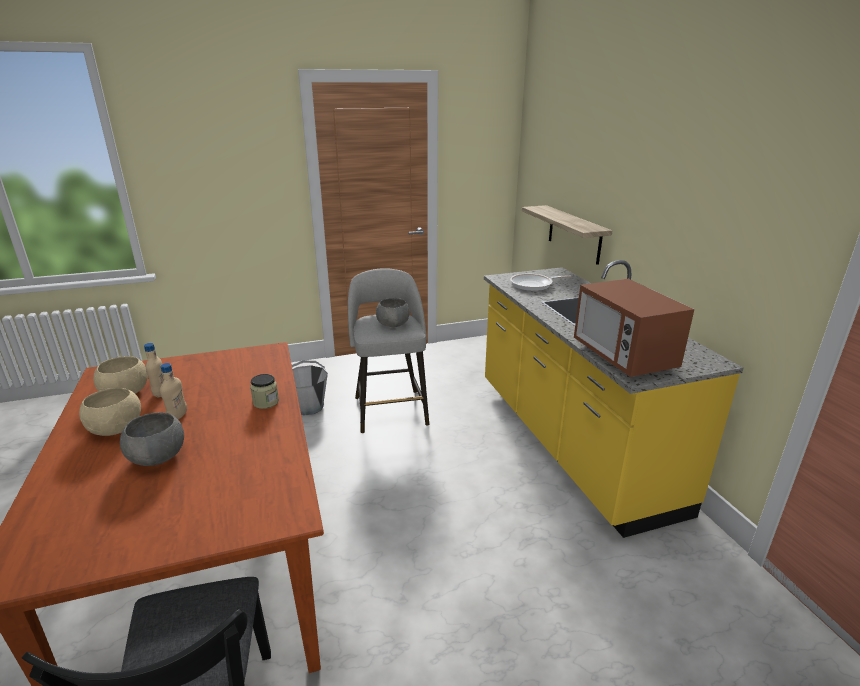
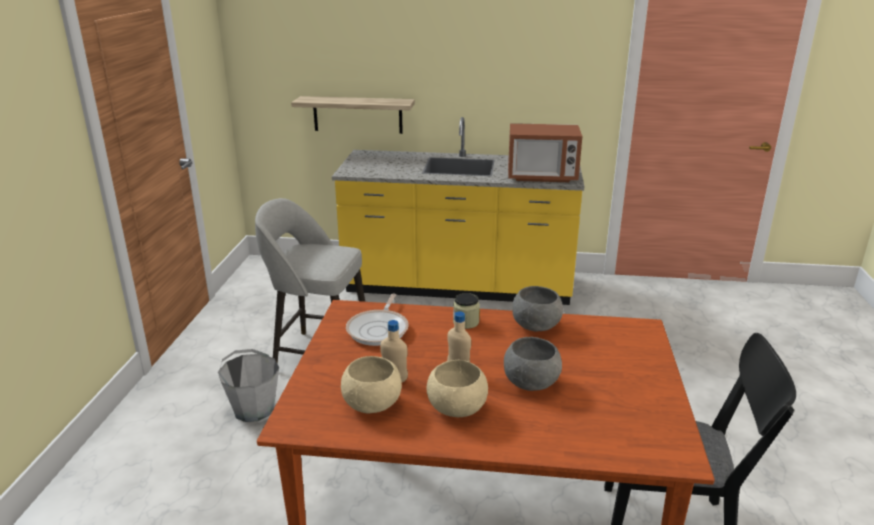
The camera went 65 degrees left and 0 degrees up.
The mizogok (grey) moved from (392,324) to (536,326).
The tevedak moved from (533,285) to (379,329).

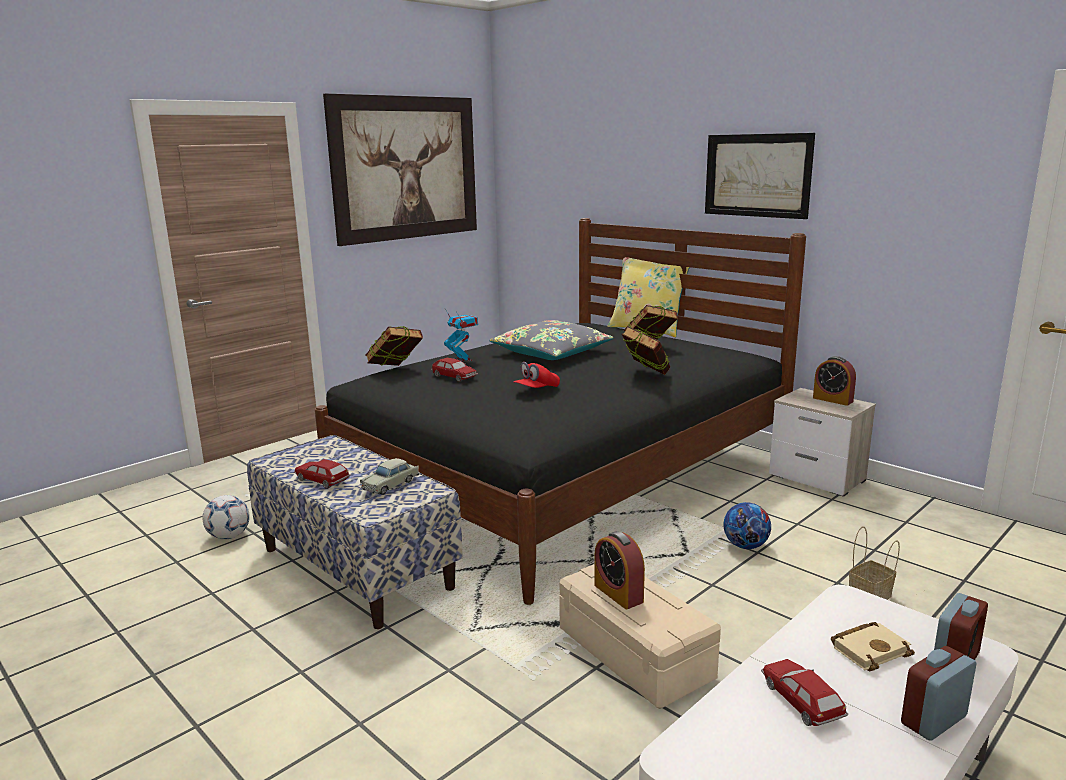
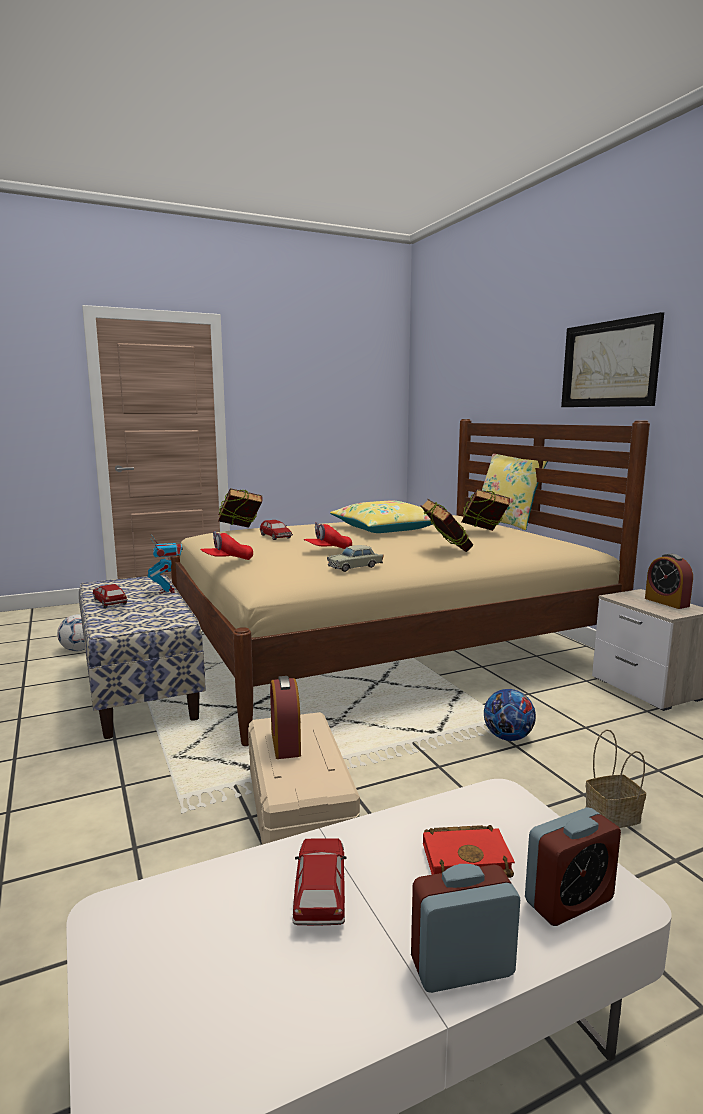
The camera went 20 degrees right and 5 degrees down.
The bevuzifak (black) at (564,476) became the bevuzifak (beige) at (384,648).
The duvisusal at (406,168) disappeared.
The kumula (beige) moved from (391,484) to (355,567).
The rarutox moved from (462,360) to (167,591).
The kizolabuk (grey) at (551,353) became the kizolabuk (yellow) at (385,529).
The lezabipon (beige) at (870,649) became the lezabipon (red) at (467,857).
The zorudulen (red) at (227,561) appeared.

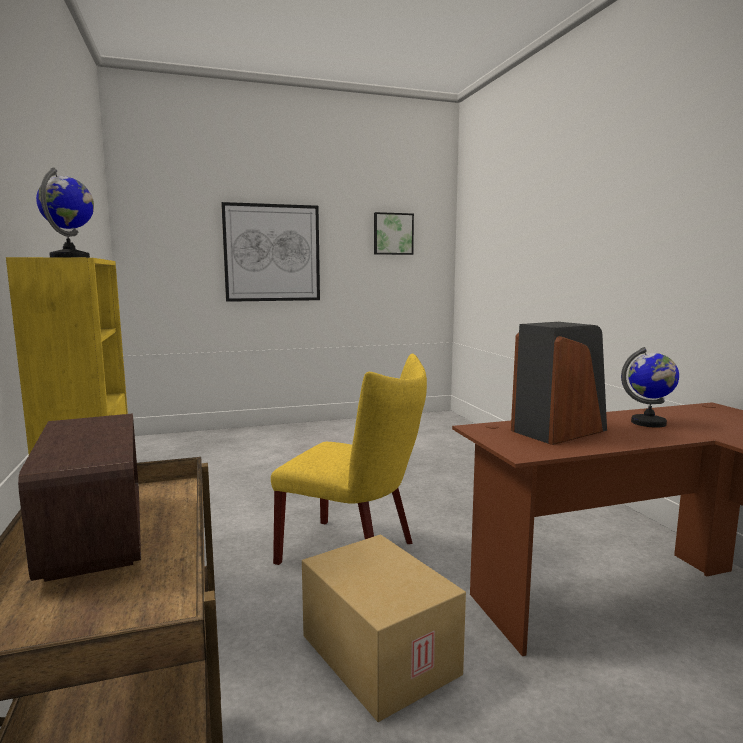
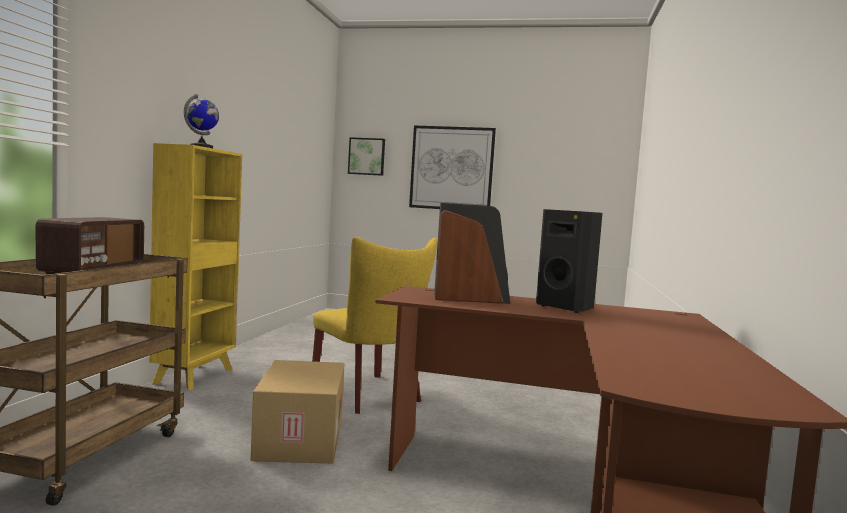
The camera went 30 degrees right and 5 degrees down.
The duvisusal moved from (393,234) to (367,156).
The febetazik at (649,423) was replaced by the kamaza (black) at (566,308).

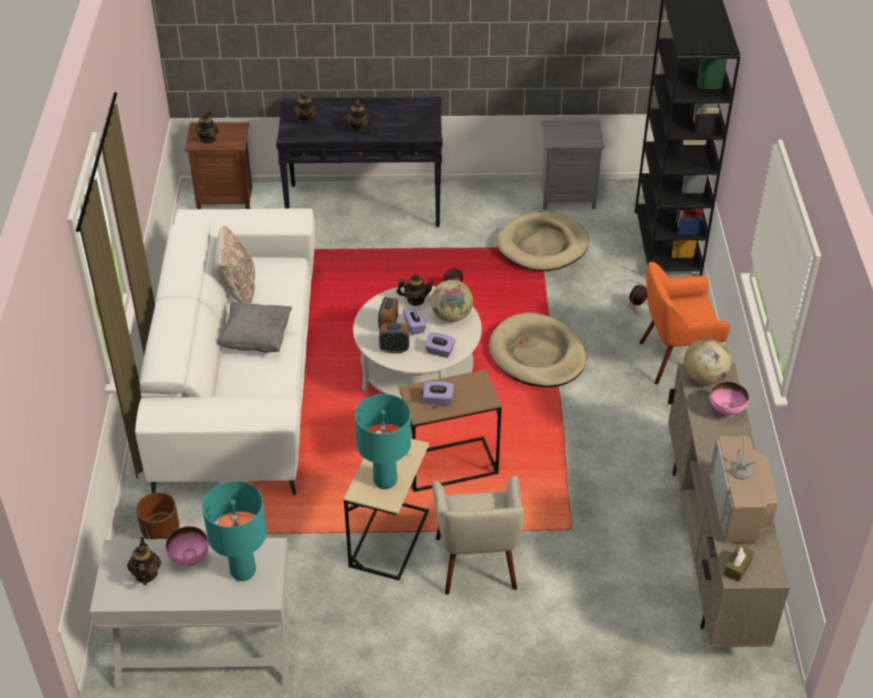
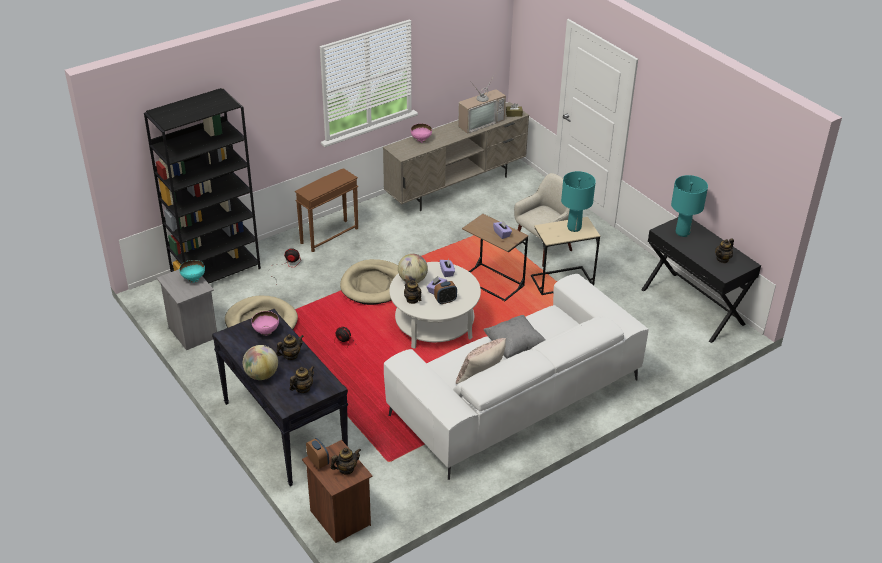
The camera went 125 degrees left and 5 degrees down.
The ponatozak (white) at (206,653) became the ponatozak (black) at (693,306).
The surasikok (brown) at (160,530) disappeared.
The mizogok (pink) moved from (189,558) to (266,332).
The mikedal moved from (394,349) to (318,462).
The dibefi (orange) at (676,359) was replaced by the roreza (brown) at (329,235).
The febetazik moved from (704,377) to (261,375).
The mizogok (turquoise) at (193,279) appeared.

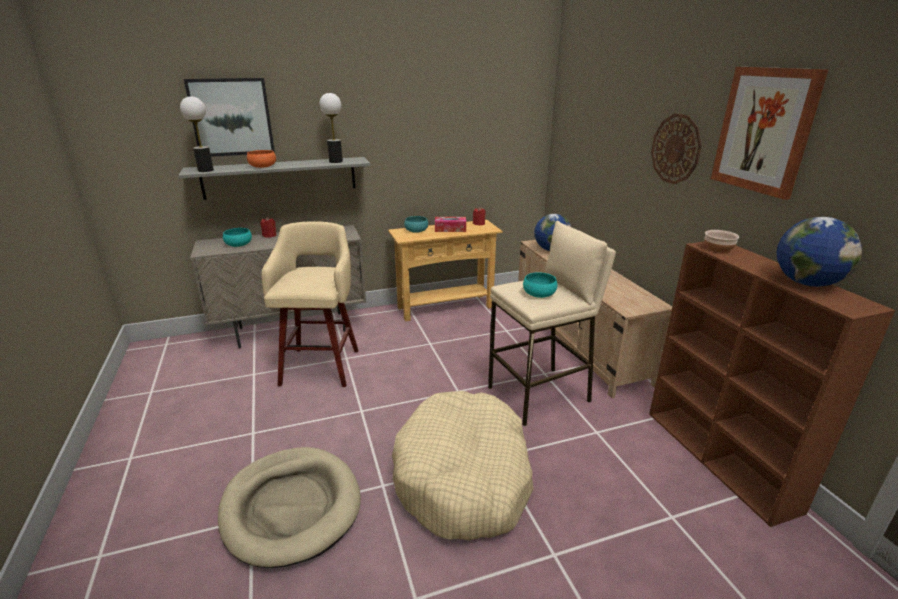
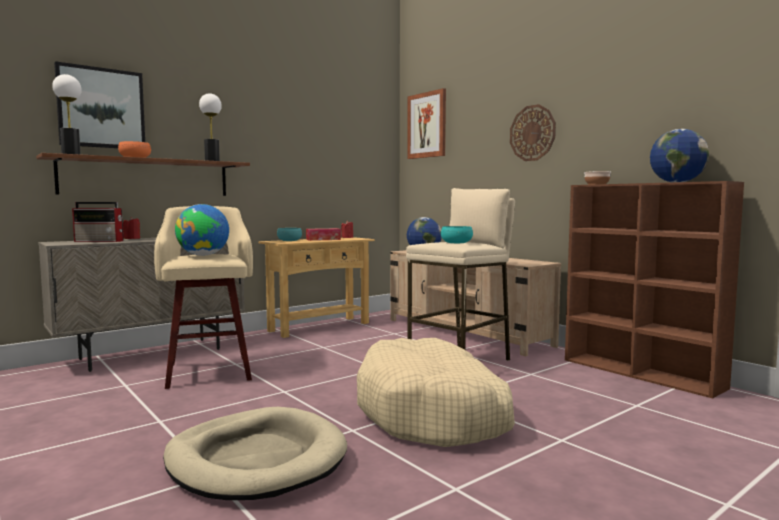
The camera went 20 degrees left and 20 degrees down.
The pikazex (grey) at (280,177) became the pikazex (brown) at (147,177).
The mizogok (turquoise) at (239,244) was replaced by the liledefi at (100,241).
The duvisusal moved from (764,130) to (427,125).
The febetazik at (203,255) appeared.

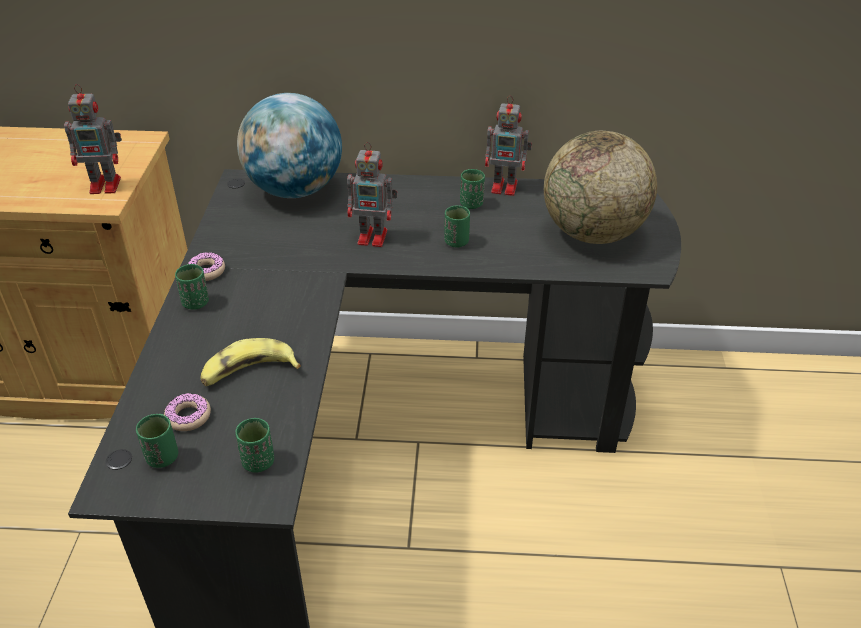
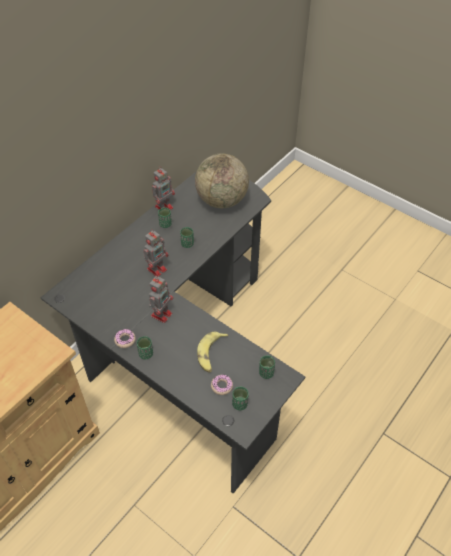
The camera went 55 degrees left and 10 degrees up.
The rarutox moved from (107,185) to (162,314).
The febetazik at (294,190) disappeared.

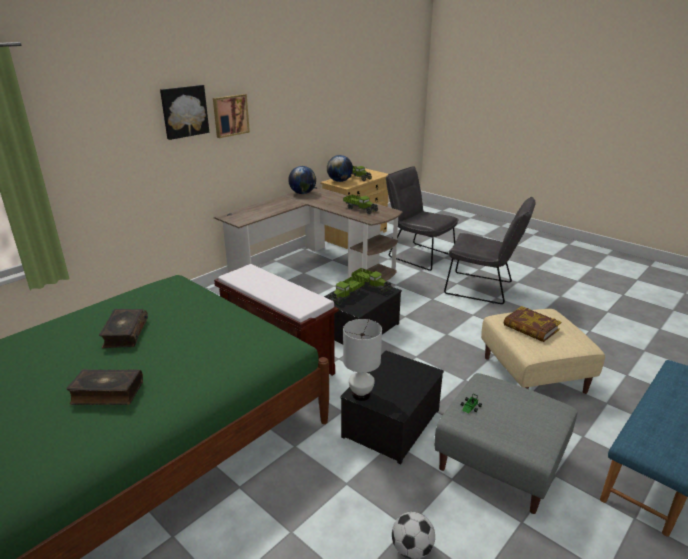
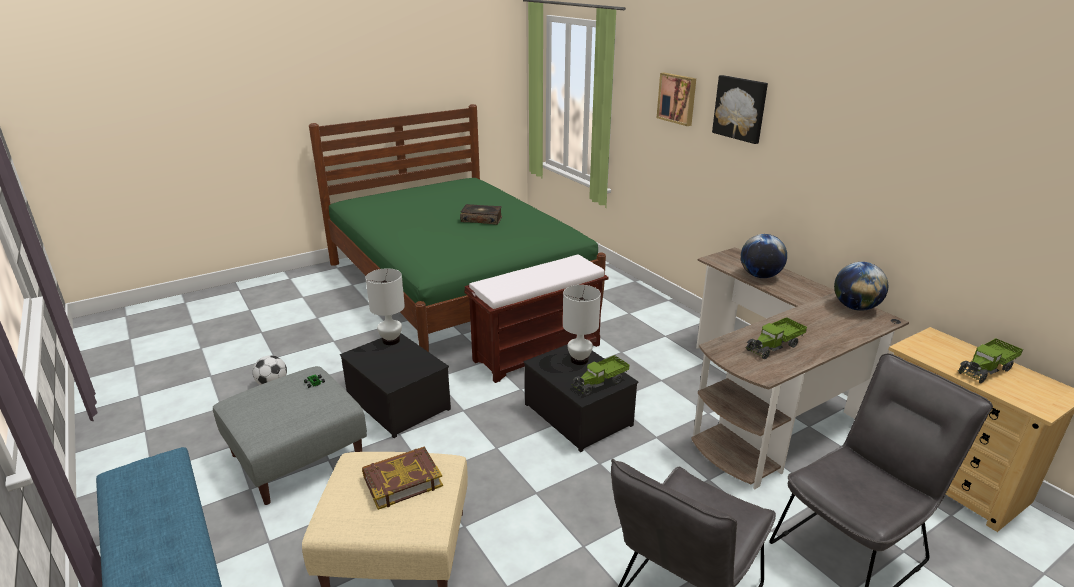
The camera went 105 degrees right and 0 degrees up.
The lezabipon at (107,393) disappeared.
The duvisusal moved from (230,115) to (677,98).
The febetazik moved from (339,181) to (760,276).
The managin at (346,296) was replaced by the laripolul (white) at (579,360).

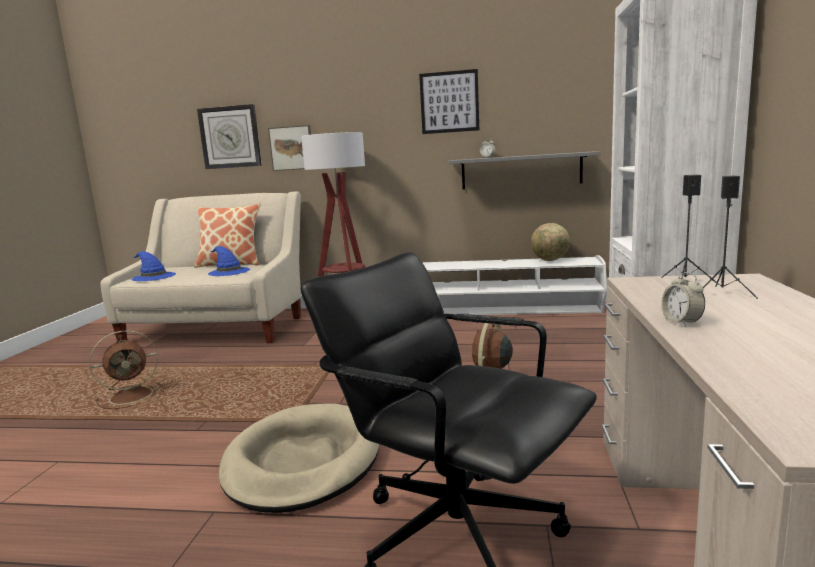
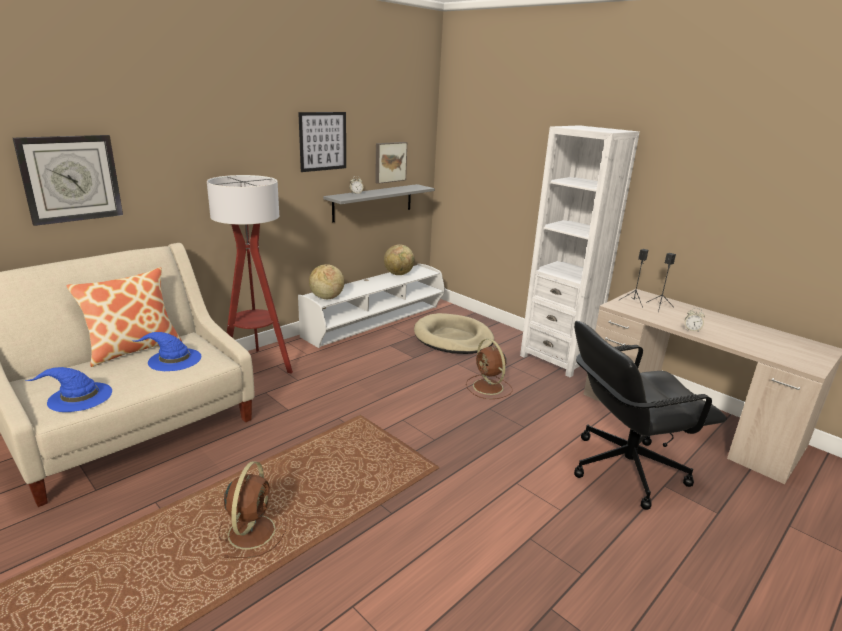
The camera went 55 degrees left and 10 degrees up.
The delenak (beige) moved from (302,462) to (453,338).
The duvisusal moved from (292,148) to (389,162).
The febetazik at (326,298) appeared.

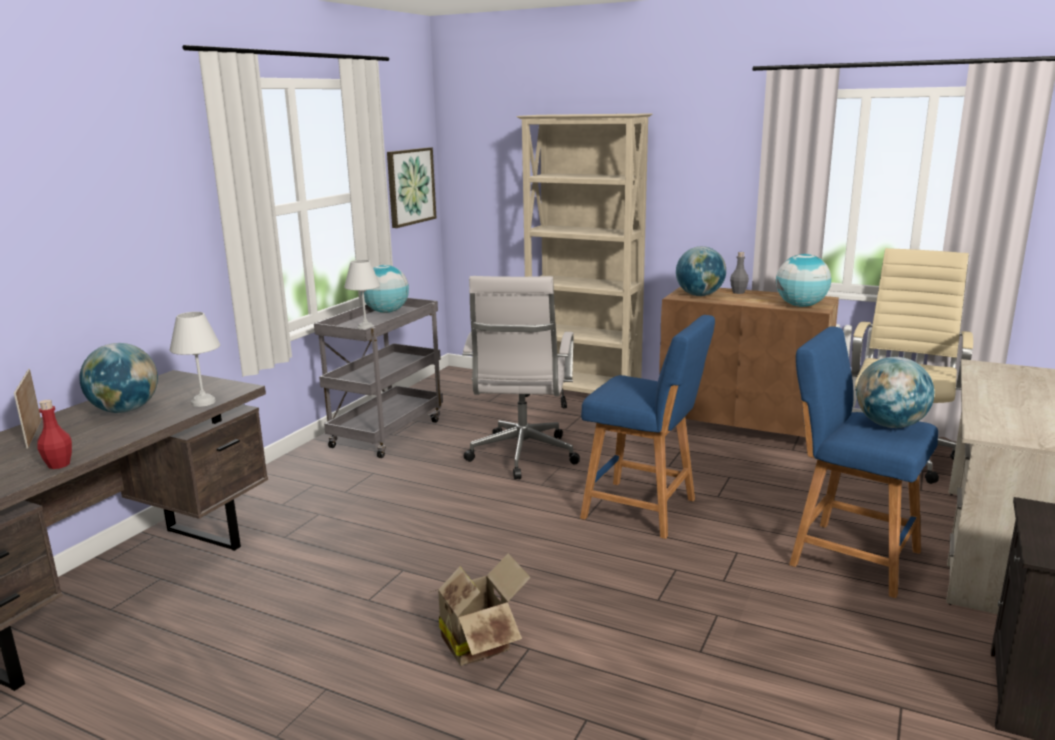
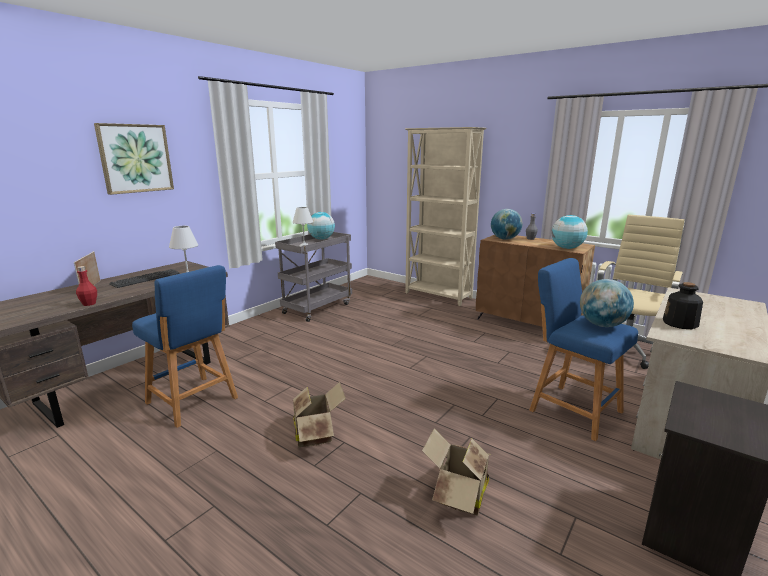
The camera went 10 degrees right and 0 degrees up.
The febetazik at (125,410) was replaced by the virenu at (145,279).
The duvisusal moved from (410,186) to (135,158).
The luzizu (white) at (522,457) disappeared.
The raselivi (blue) moved from (644,510) to (194,402).
The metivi at (457,496) appeared.
The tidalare at (680,323) appeared.

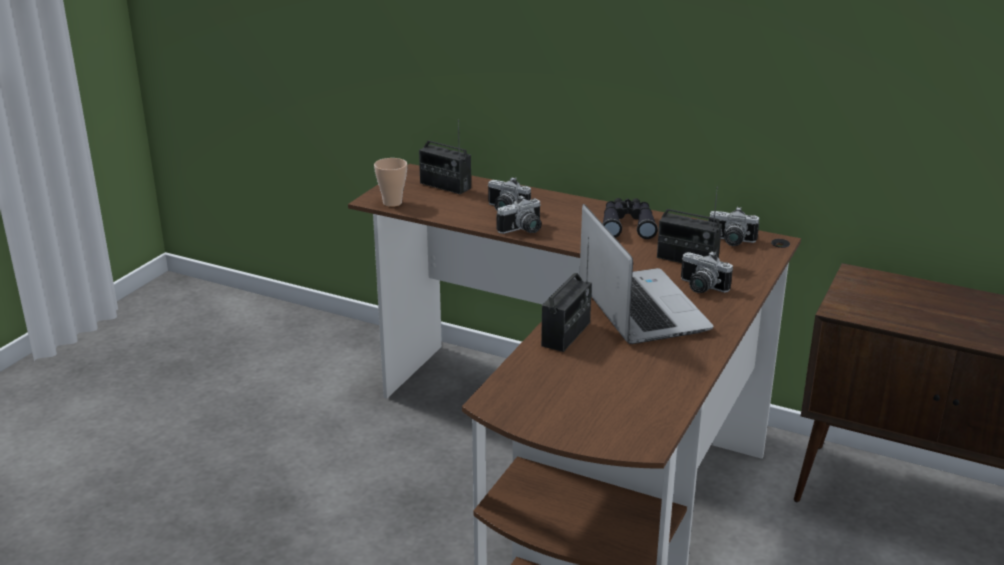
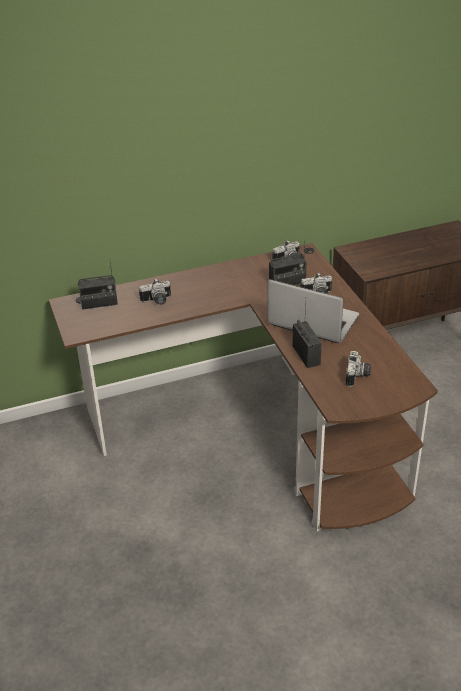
The camera went 45 degrees left and 10 degrees up.
The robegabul at (392,203) disappeared.
The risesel moved from (523,230) to (358,376).
The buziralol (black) at (627,225) disappeared.

